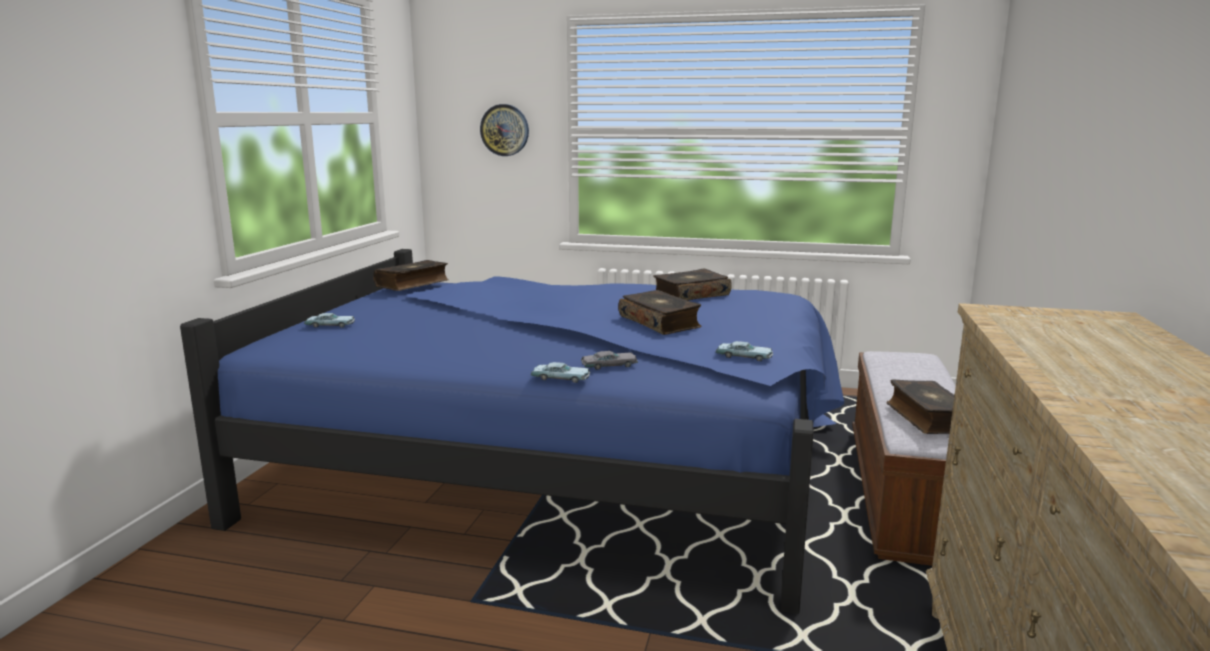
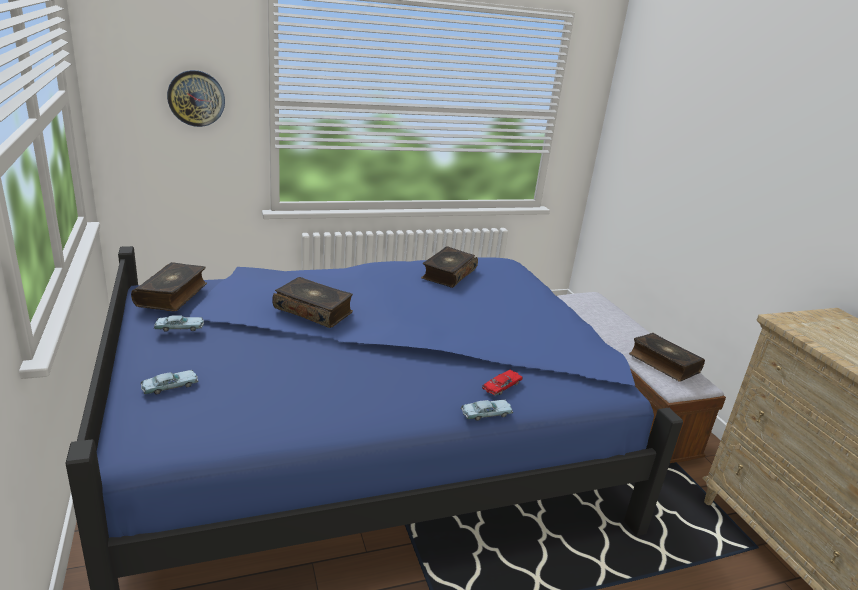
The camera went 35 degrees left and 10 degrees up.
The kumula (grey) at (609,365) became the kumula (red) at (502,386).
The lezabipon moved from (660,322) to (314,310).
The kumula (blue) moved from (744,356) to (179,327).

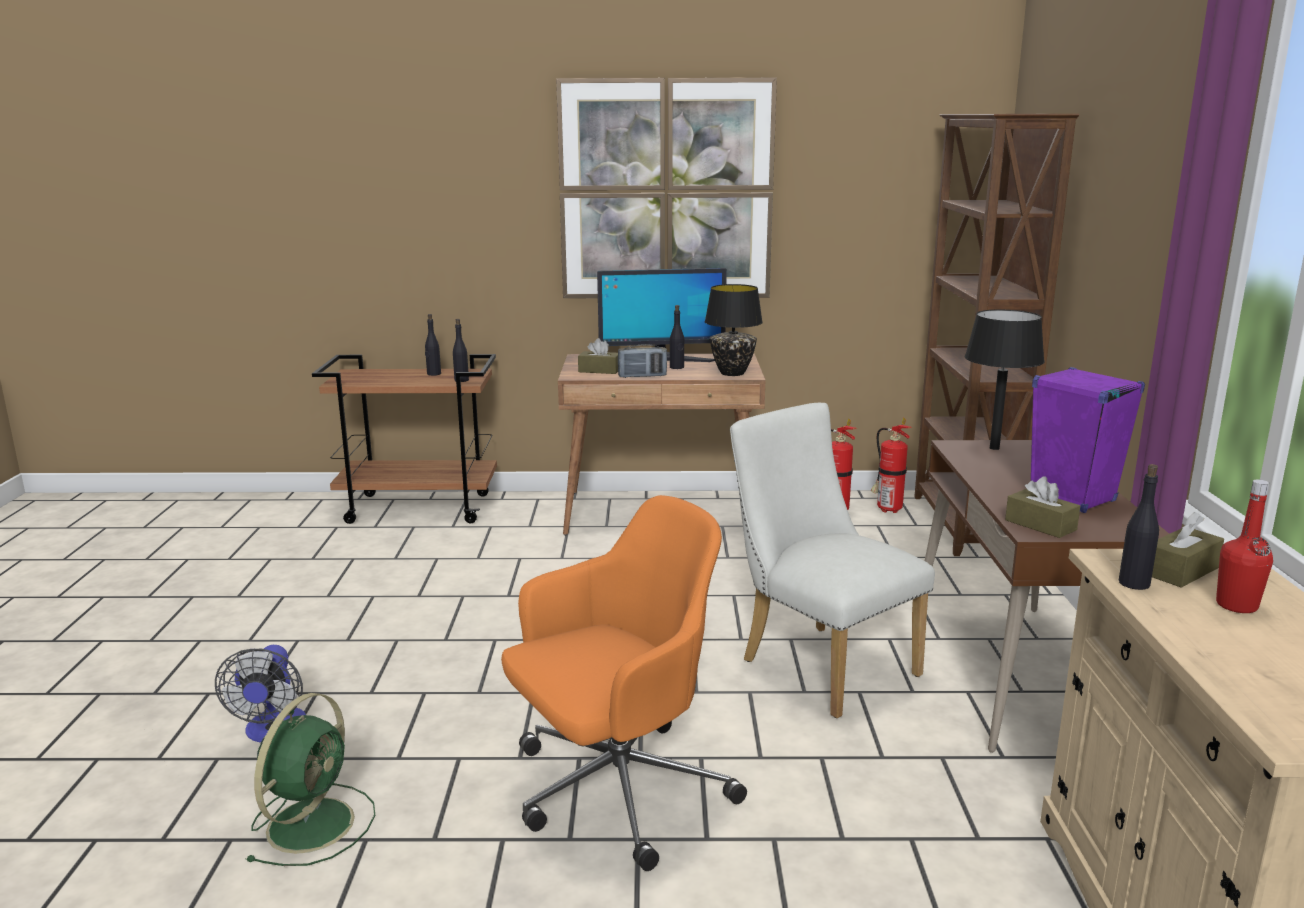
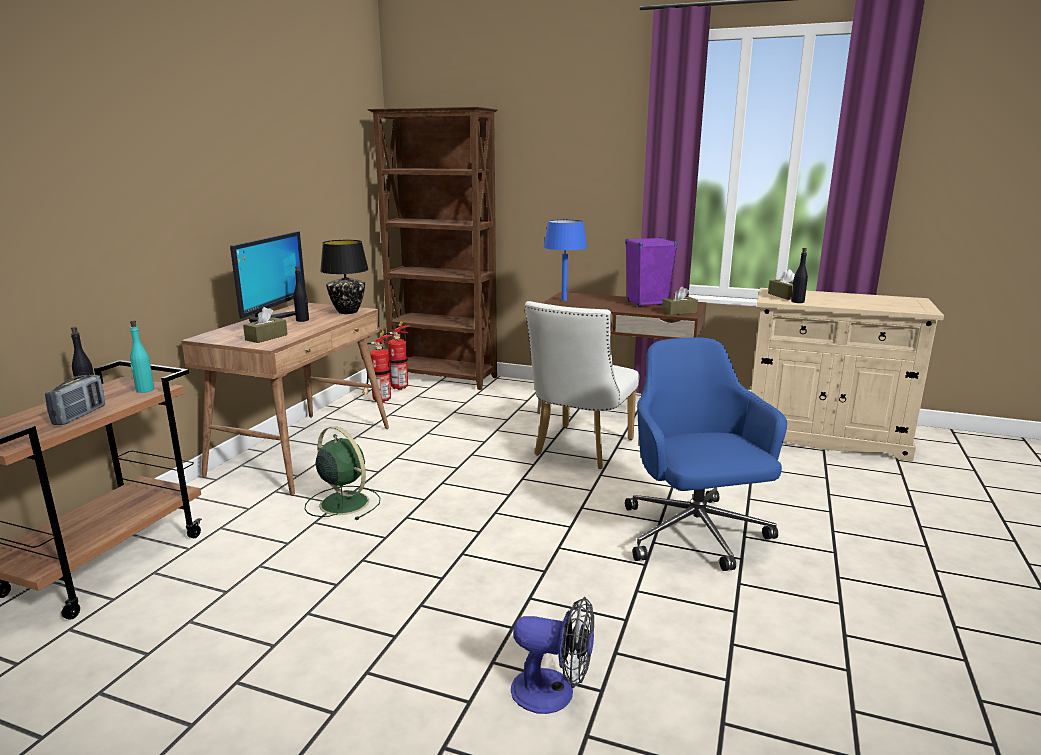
The camera went 70 degrees left and 0 degrees up.
The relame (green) moved from (313,822) to (343,502).
The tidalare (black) at (461,380) became the tidalare (turquoise) at (145,390).
The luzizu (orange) at (616,791) became the luzizu (blue) at (695,535).
The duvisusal at (666,191) disappeared.
The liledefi moved from (642,376) to (80,415).
The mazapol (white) at (819,663) turned 45 degrees counterclockwise.
The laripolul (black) at (994,448) became the laripolul (blue) at (564,300).
The tidalare (red) at (1236,605) disappeared.

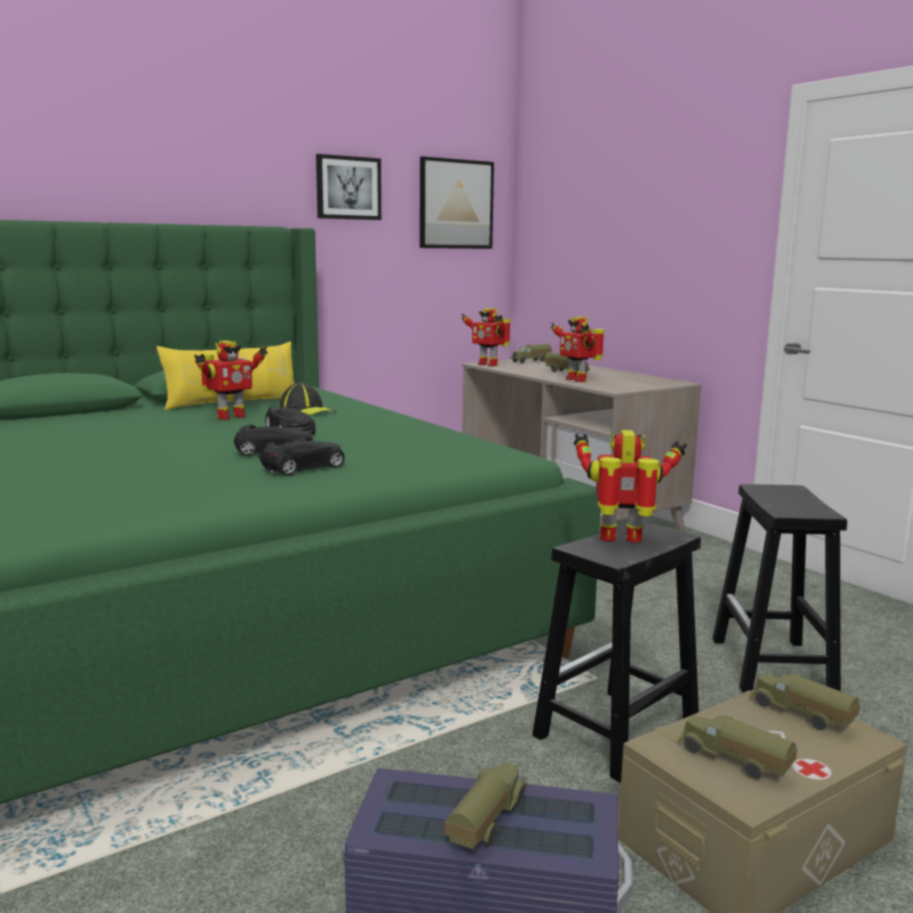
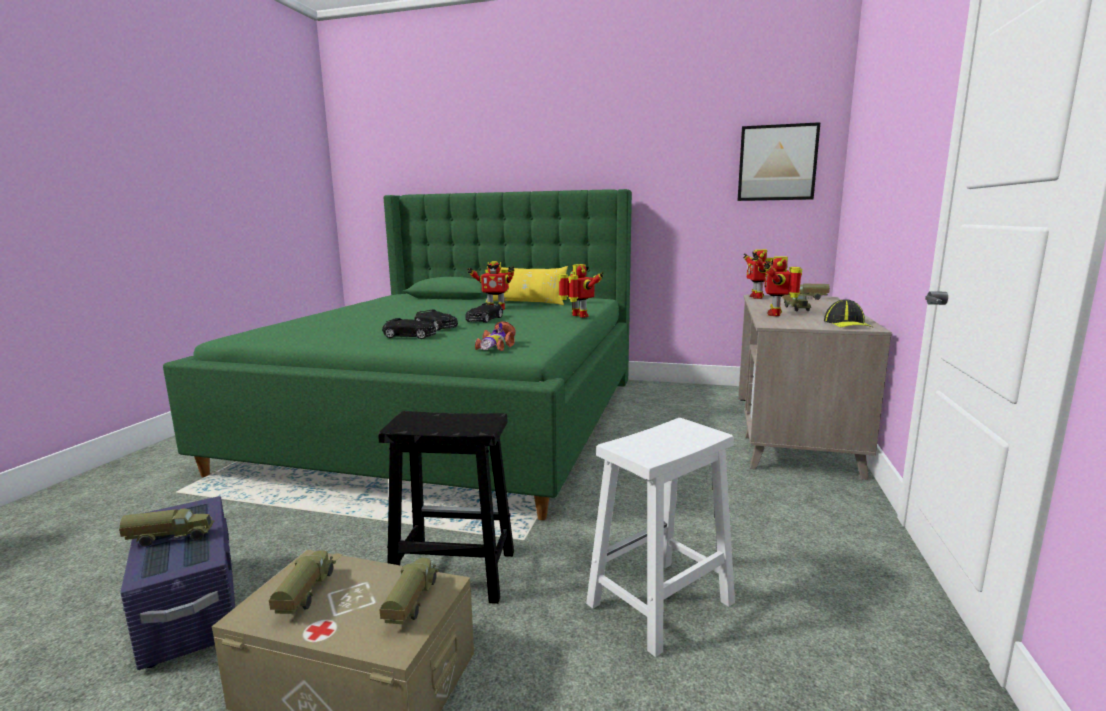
The camera went 50 degrees right and 0 degrees up.
The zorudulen moved from (307,410) to (847,324).
The duvisusal at (348,188) disappeared.
The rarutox moved from (622,540) to (579,316).
The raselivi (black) at (773,667) became the raselivi (white) at (659,605).
The kumula at (496,346) appeared.

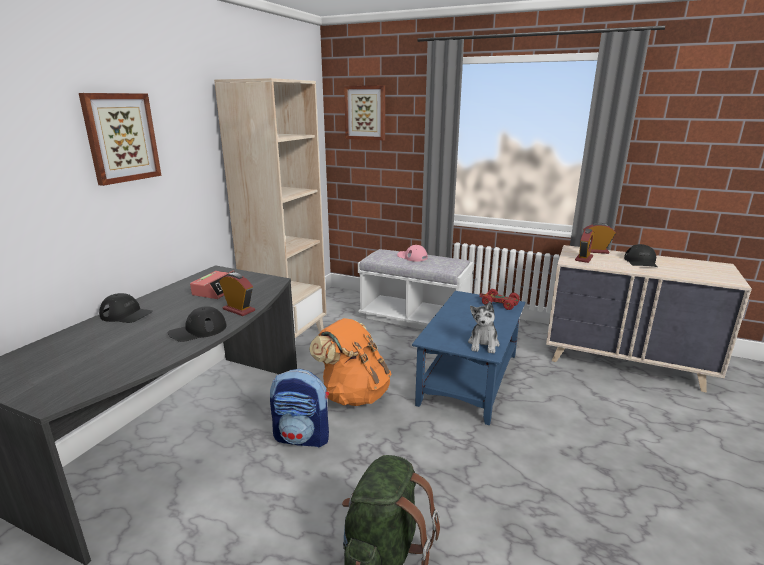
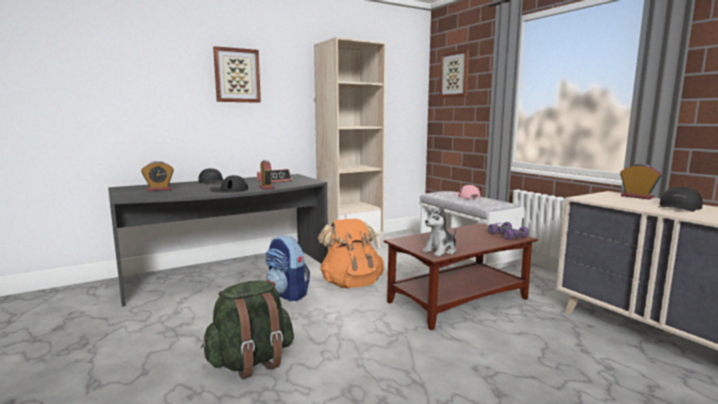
The camera went 35 degrees right and 10 degrees down.
The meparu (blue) at (469,379) became the meparu (brown) at (457,301).
The kumula (red) at (499,303) became the kumula (purple) at (506,235).
The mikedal moved from (584,258) to (159,189).

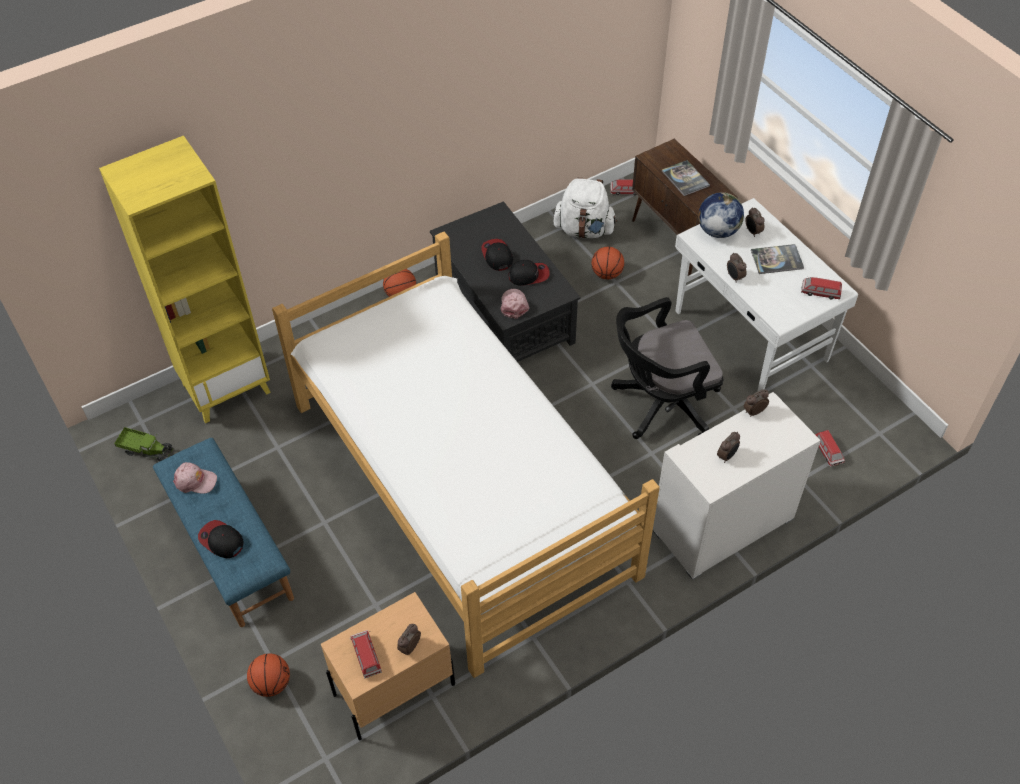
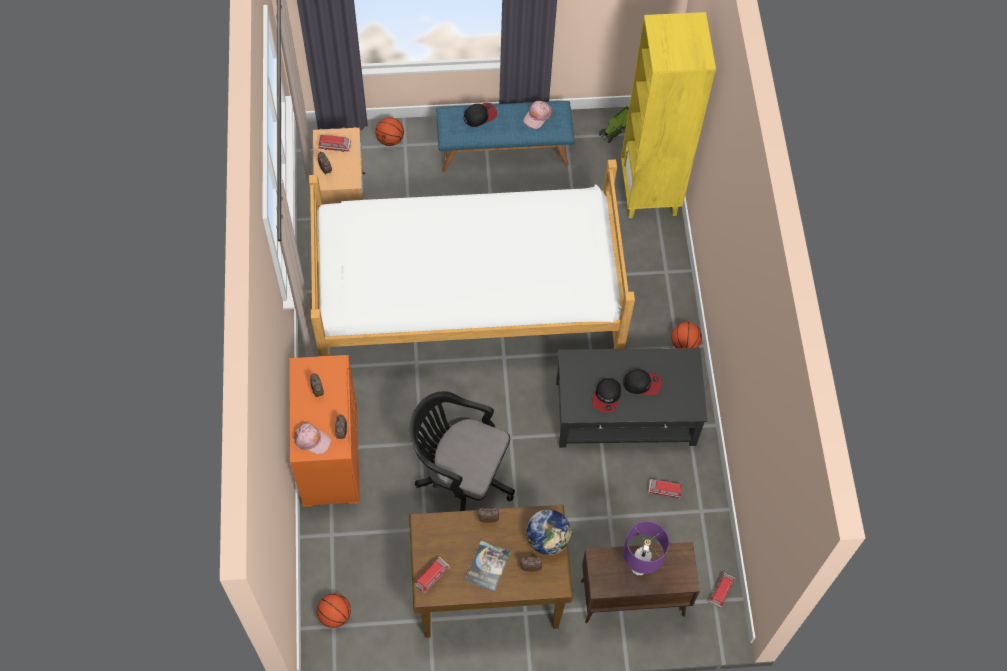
The camera went 115 degrees right and 10 degrees up.
The zorudulen (pink) moved from (514,305) to (312,440).
The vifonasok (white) at (584,229) disappeared.
The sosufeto moved from (607,274) to (335,615).
The luzizu (black) at (660,404) turned 75 degrees counterclockwise.
The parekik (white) at (723,525) became the parekik (orange) at (329,455).
The lezabipon at (685,178) was replaced by the laripolul (purple) at (639,567).
The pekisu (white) at (750,337) became the pekisu (brown) at (487,589).
The kumula moved from (827,452) to (664,490).

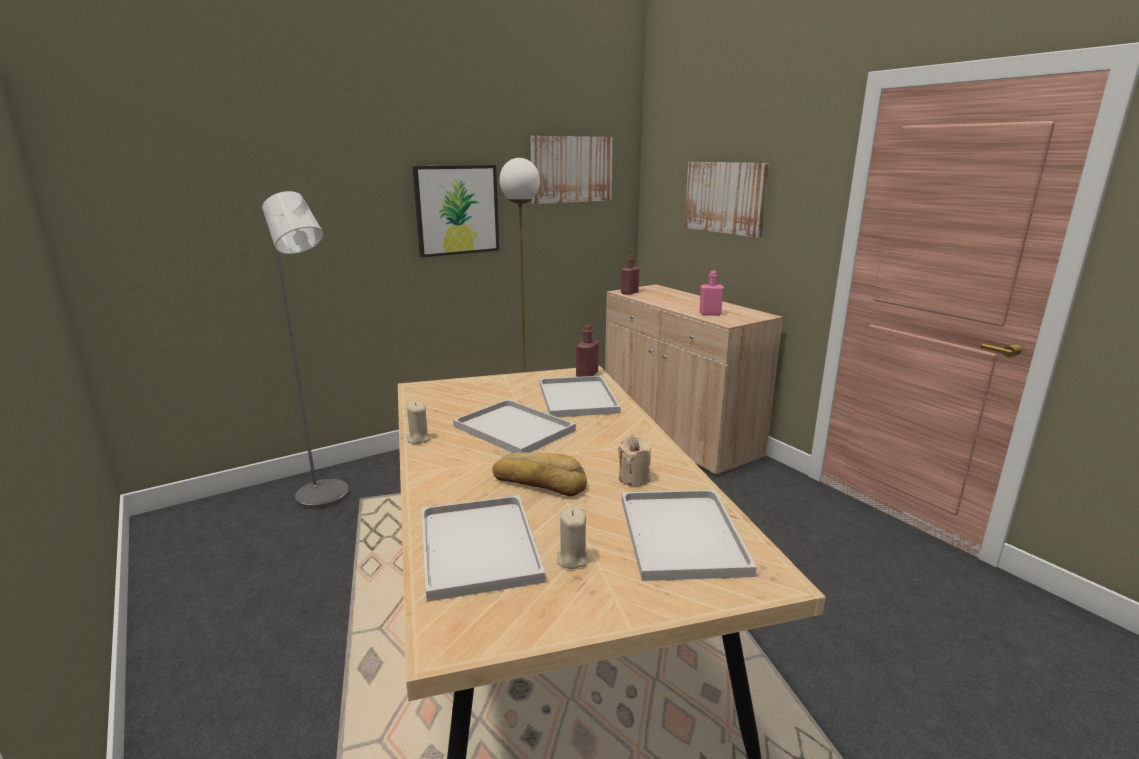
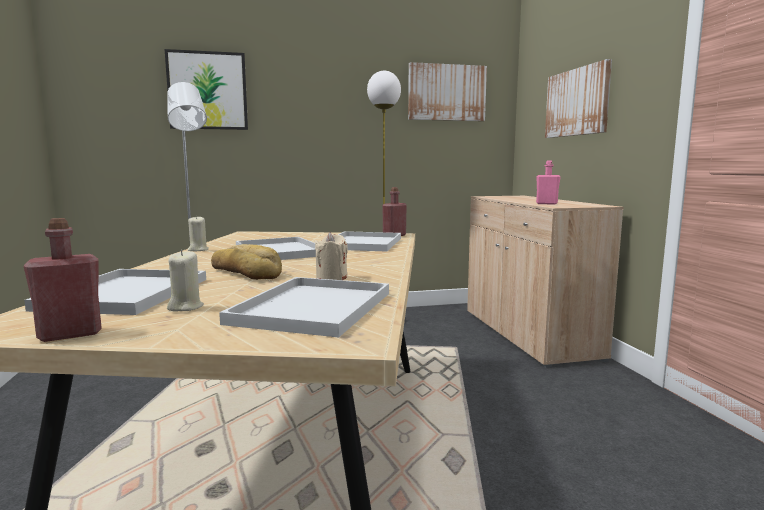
The camera went 20 degrees right and 10 degrees down.
The duvisusal moved from (457,210) to (207,91).
The tidalare (red) moved from (629,293) to (70,334).

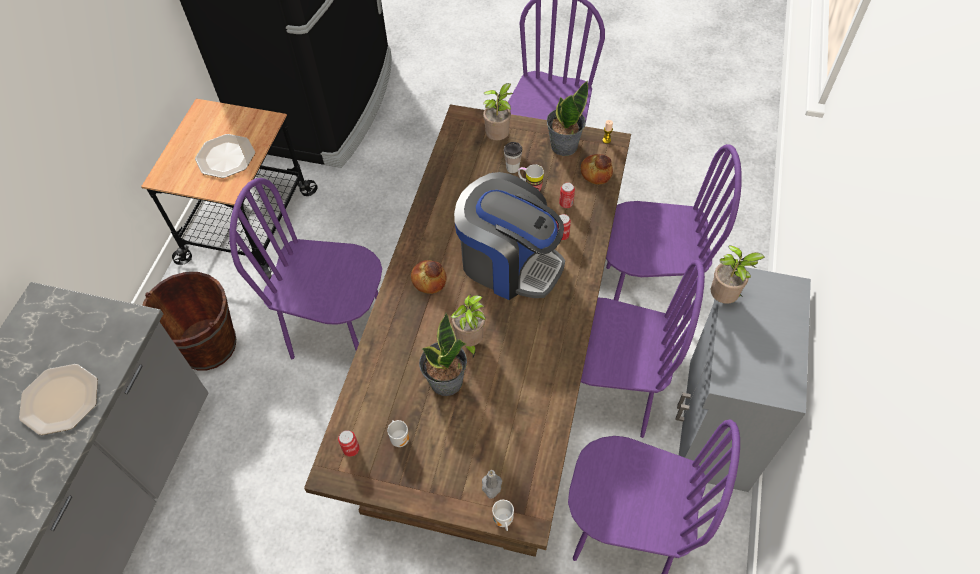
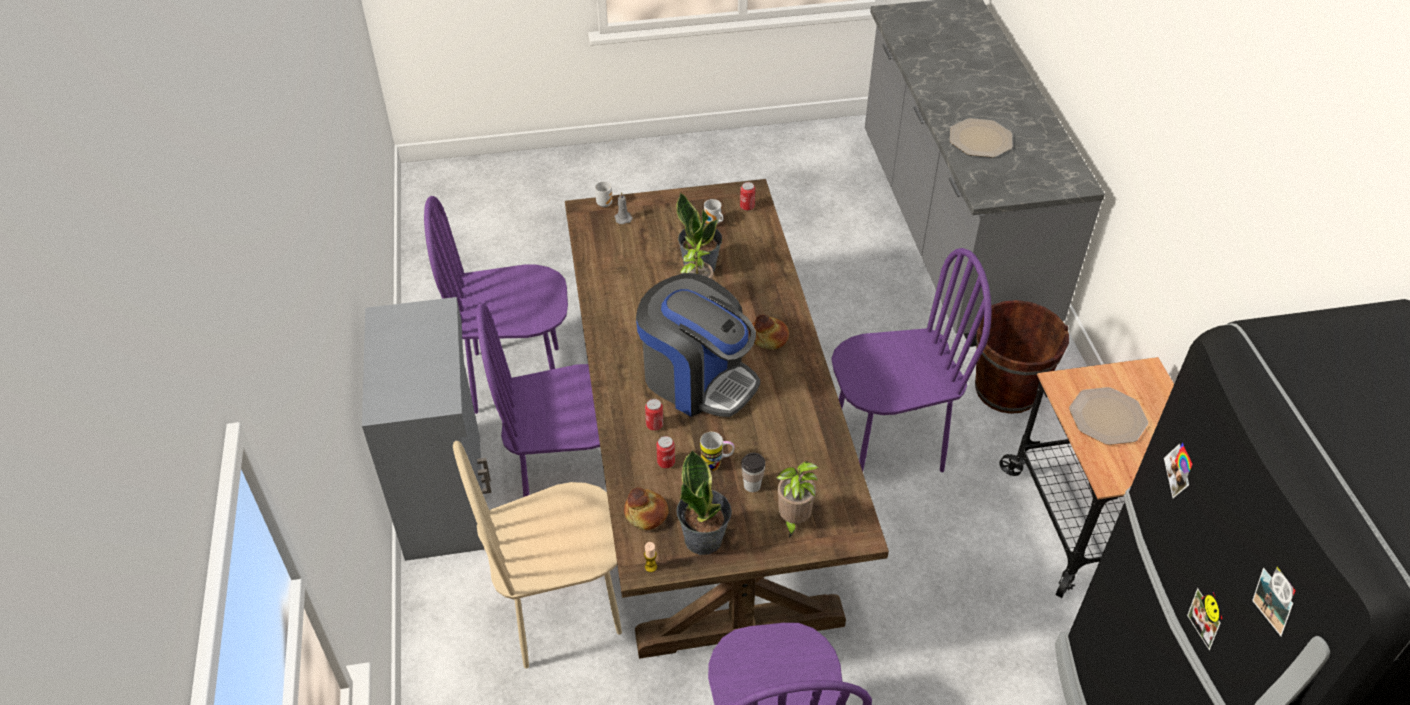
The camera went 155 degrees right and 10 degrees down.
The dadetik at (509,263) turned 150 degrees counterclockwise.
The mazapol (purple) at (644,294) became the mazapol (beige) at (560,611).
The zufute at (724,298) disappeared.

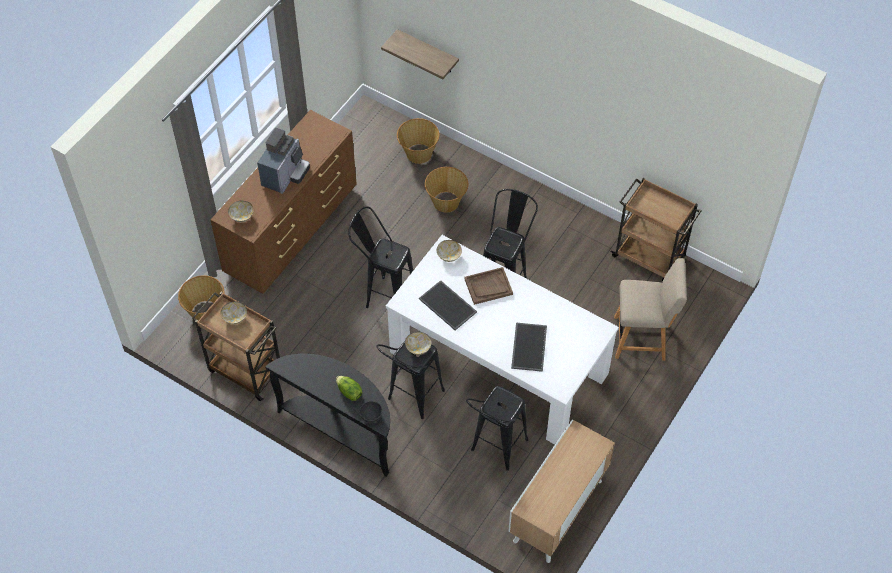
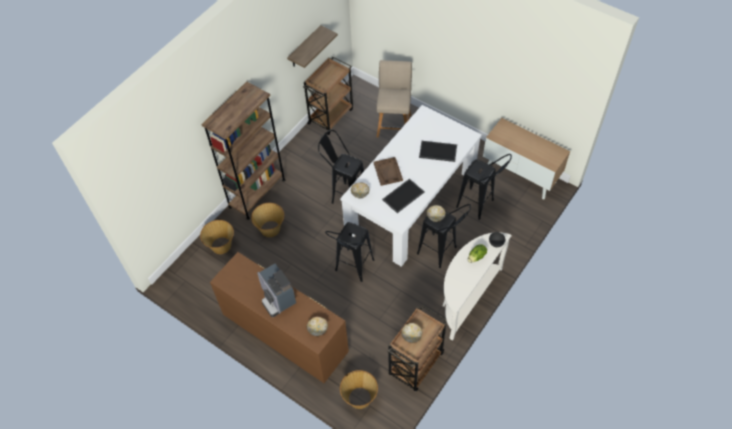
The camera went 85 degrees left and 0 degrees up.
The dadetik at (285,175) turned 150 degrees counterclockwise.
The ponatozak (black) at (341,430) became the ponatozak (white) at (466,297).
The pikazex moved from (427,52) to (304,47).
The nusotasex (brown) at (257,193) appeared.

